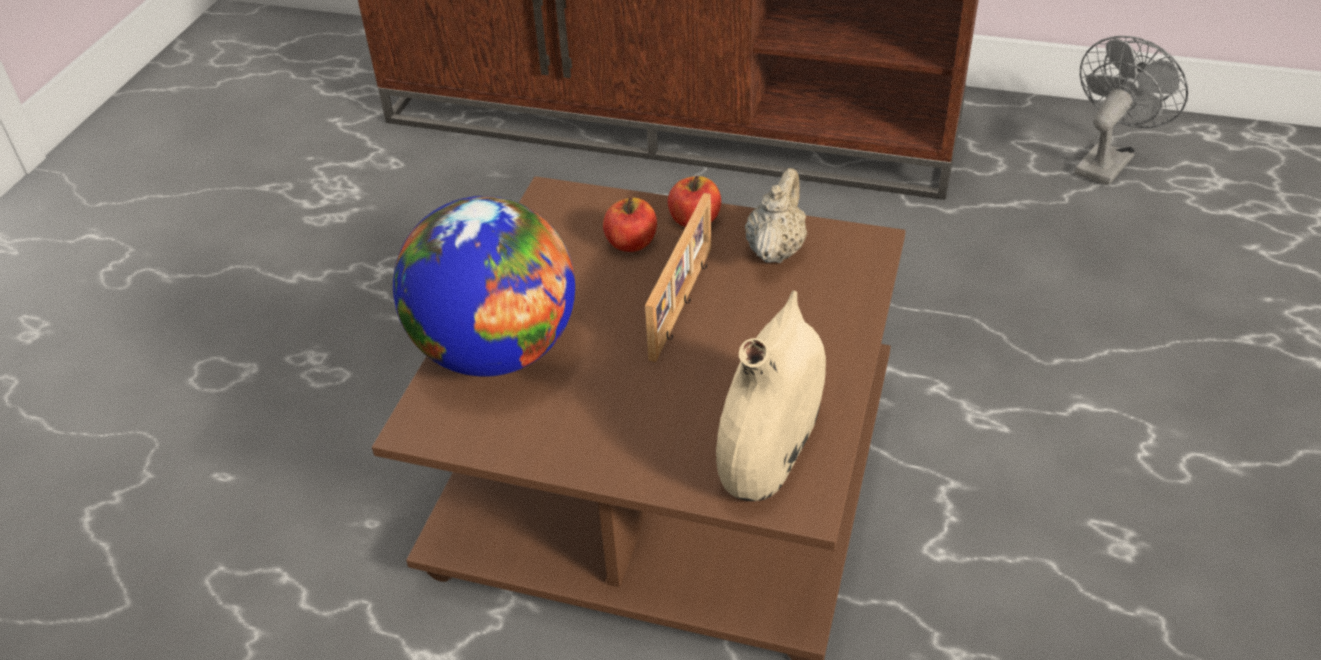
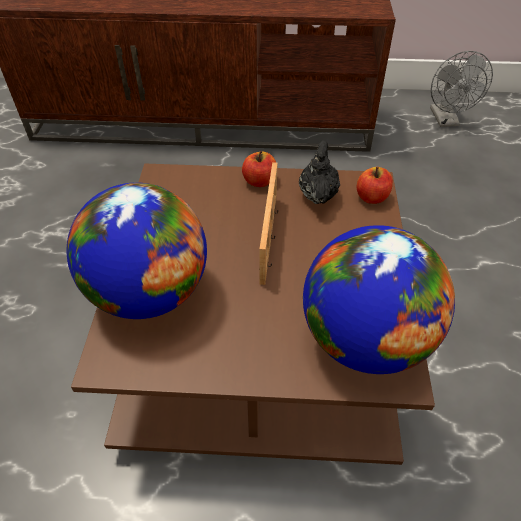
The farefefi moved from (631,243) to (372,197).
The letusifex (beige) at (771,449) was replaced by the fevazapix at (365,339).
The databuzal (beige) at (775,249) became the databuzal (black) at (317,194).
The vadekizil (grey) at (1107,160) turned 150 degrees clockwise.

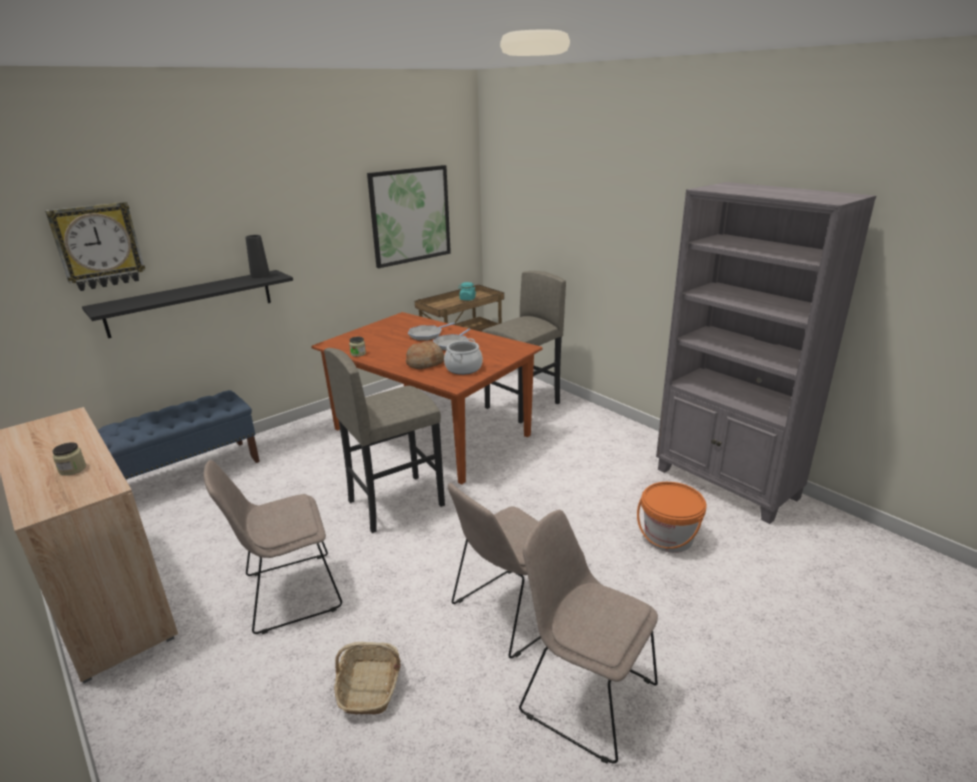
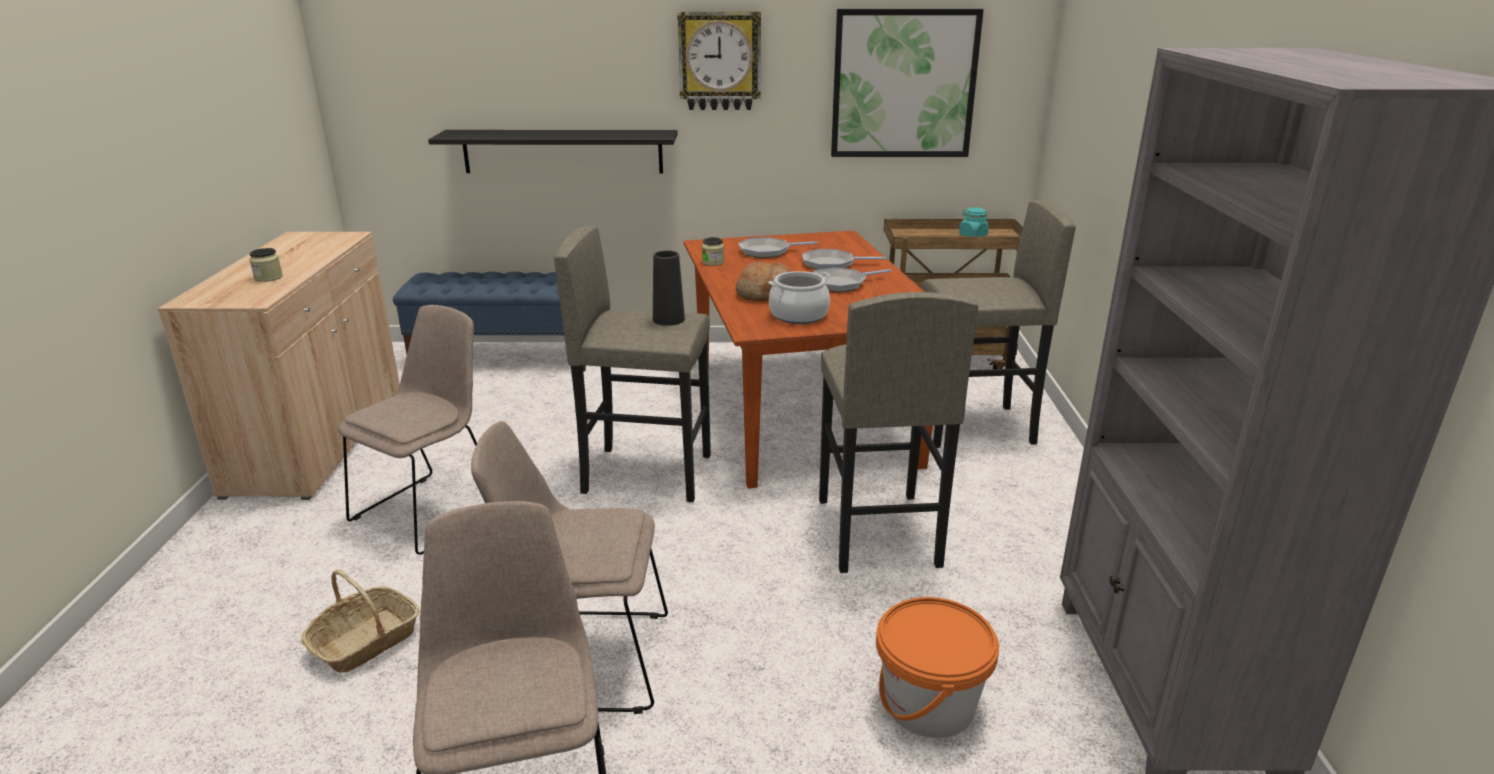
The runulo moved from (98,246) to (720,61).
The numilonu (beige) at (288,593) turned 105 degrees clockwise.
The letusifex (black) moved from (260,275) to (668,319).
The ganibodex at (767,251) appeared.
The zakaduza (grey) at (876,532) appeared.

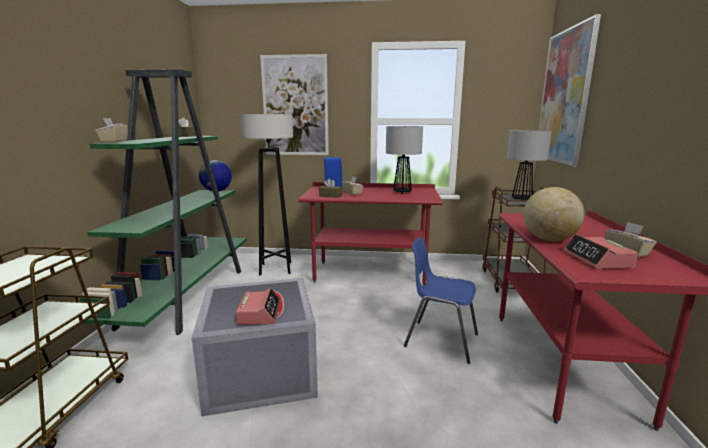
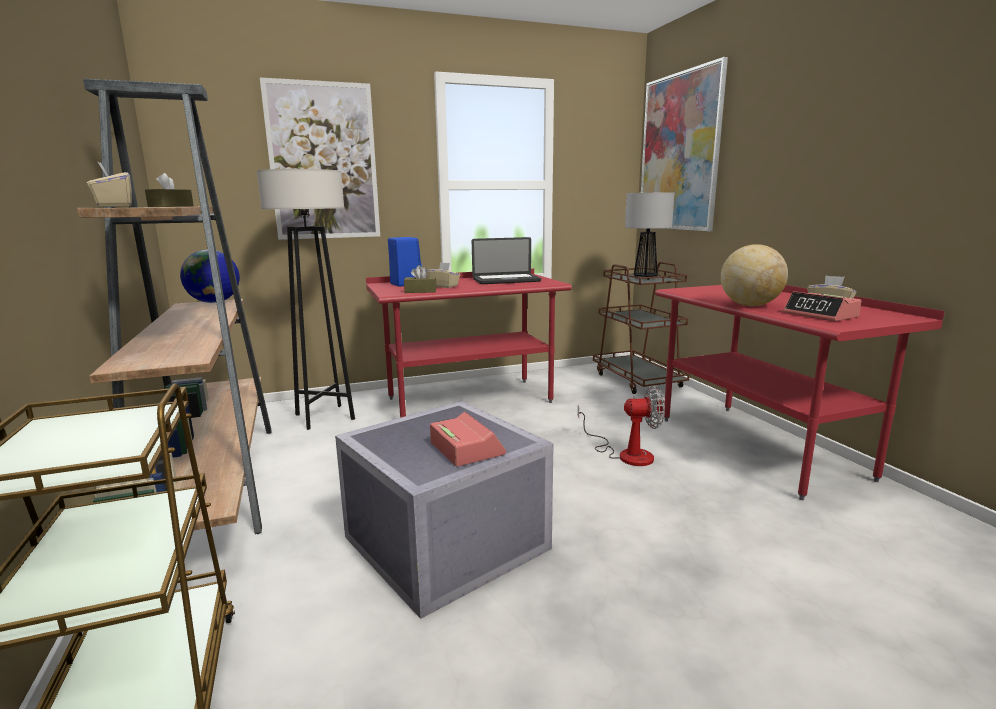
The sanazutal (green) at (187,295) became the sanazutal (brown) at (212,479).
The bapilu at (402,192) was replaced by the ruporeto at (506,280).
The numilonu (blue) at (440,340) was replaced by the vadekizil at (626,454).

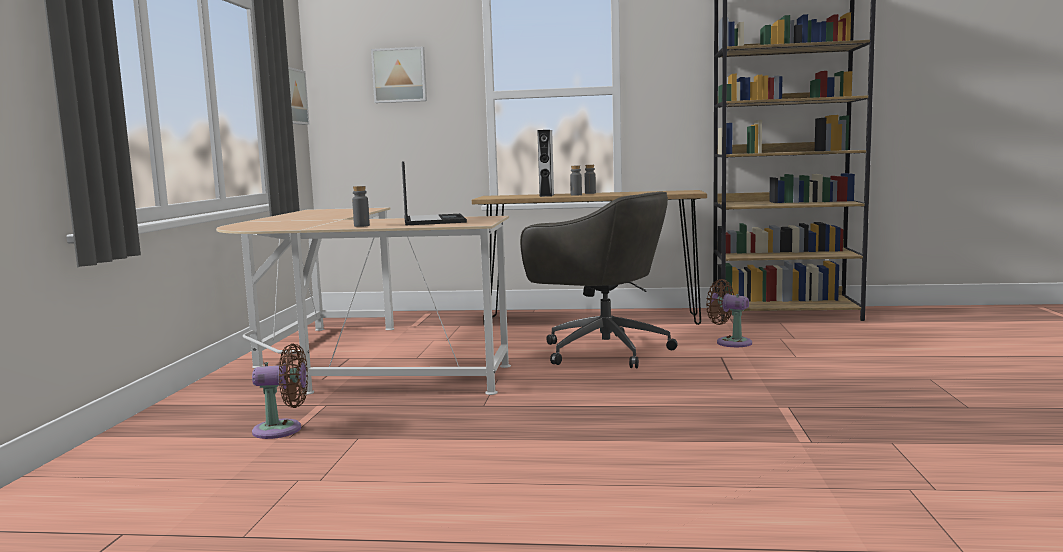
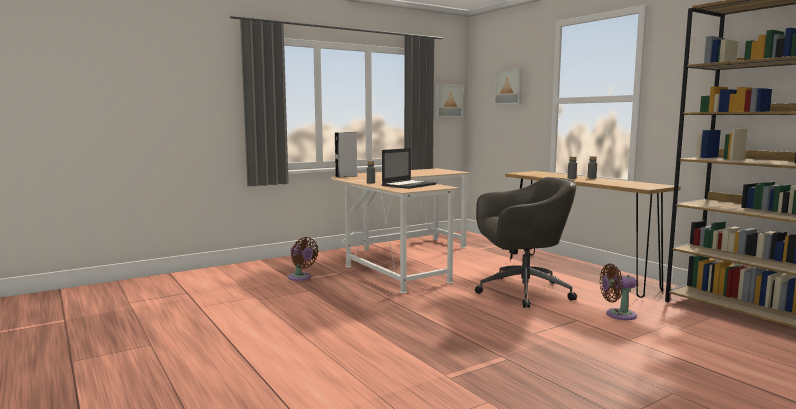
The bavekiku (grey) at (601,351) turned 90 degrees counterclockwise.
The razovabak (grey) moved from (546,195) to (346,176).
The vadekizil (brown) at (730,342) turned 90 degrees counterclockwise.

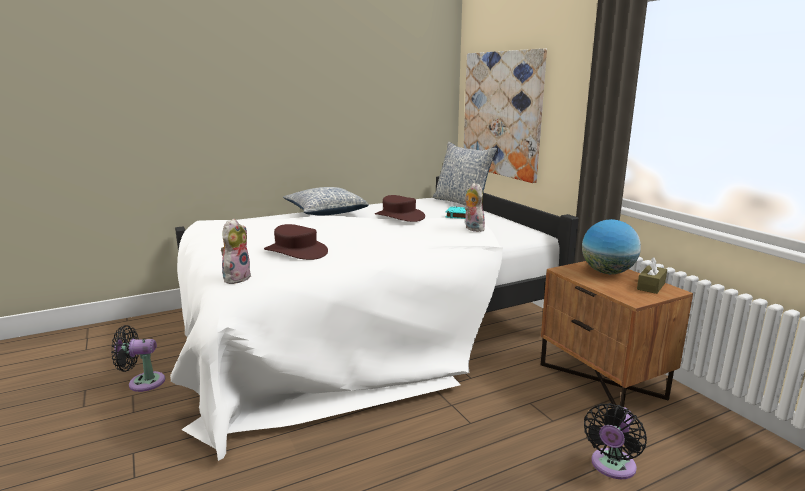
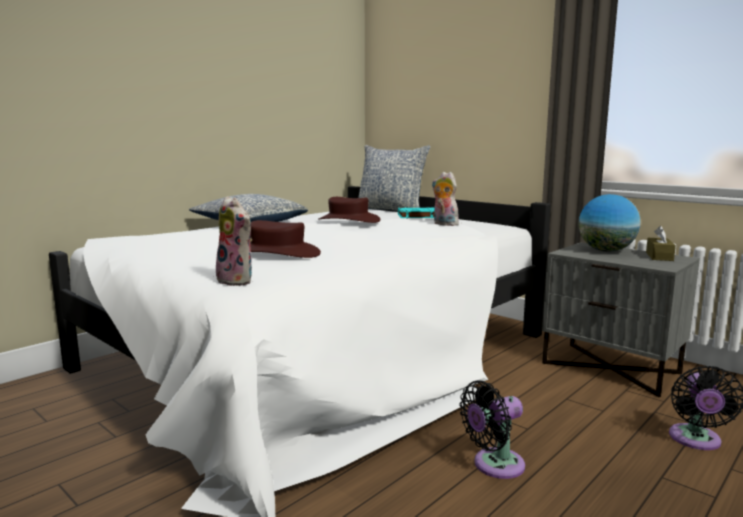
The vadekizil (black) moved from (143,382) to (494,465).
The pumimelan at (236,278) turned 135 degrees clockwise.
The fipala at (501,114) disappeared.
The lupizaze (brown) at (602,381) became the lupizaze (grey) at (611,368).

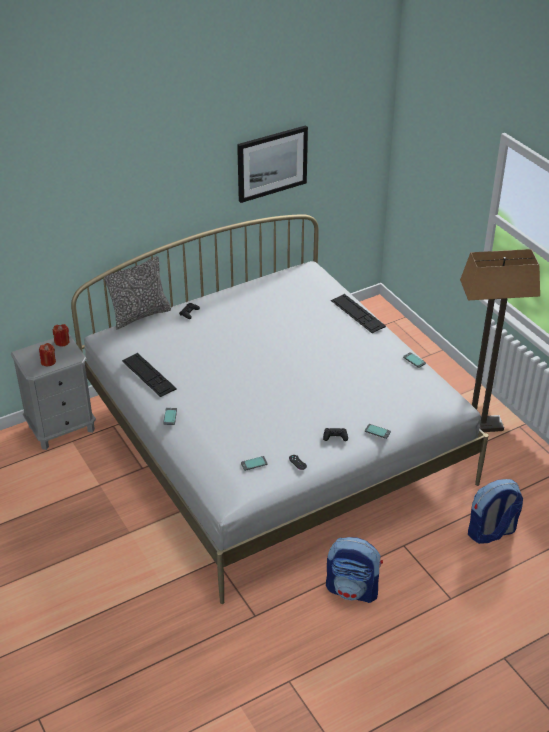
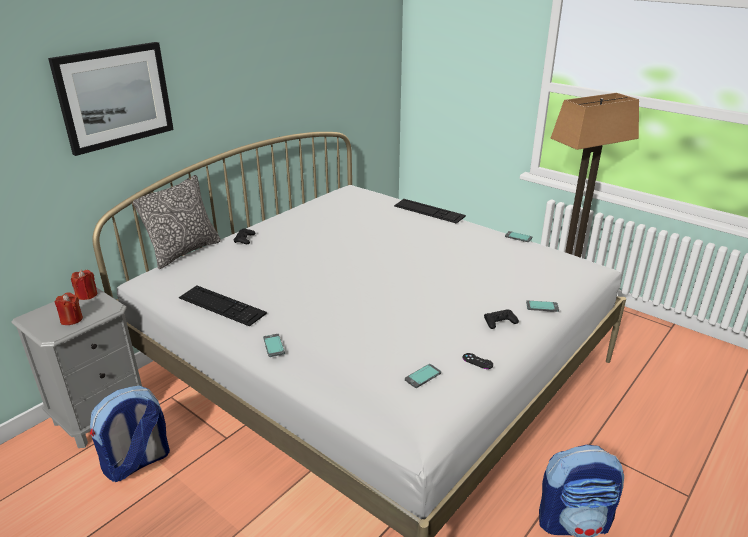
The fipala moved from (272,163) to (115,96).
The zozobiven moved from (491,532) to (137,463).

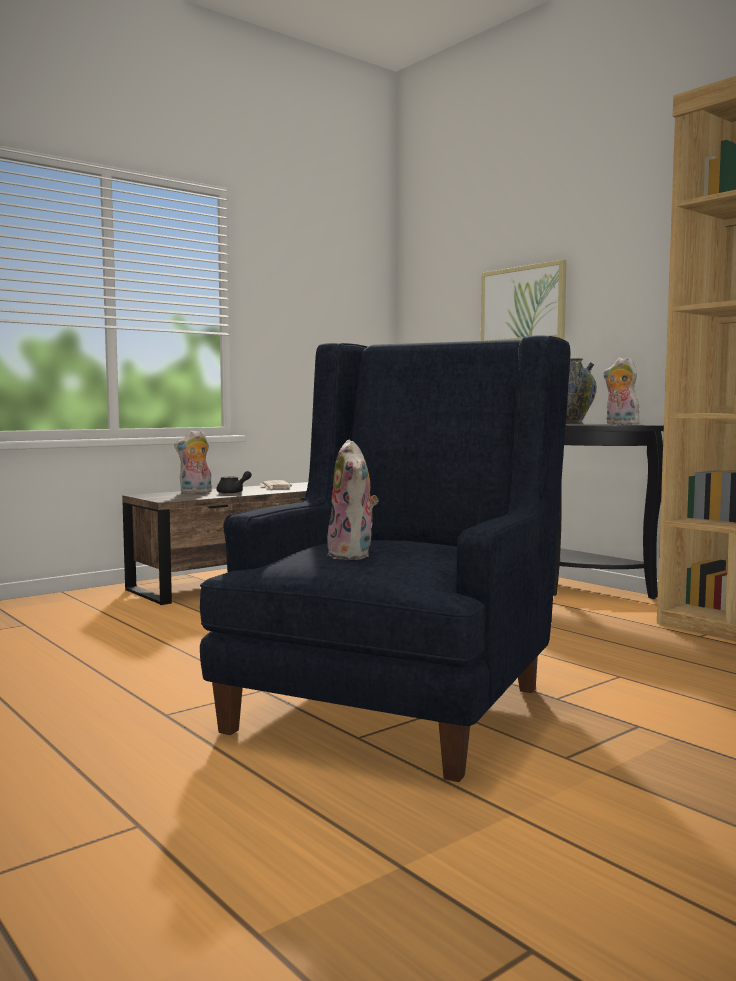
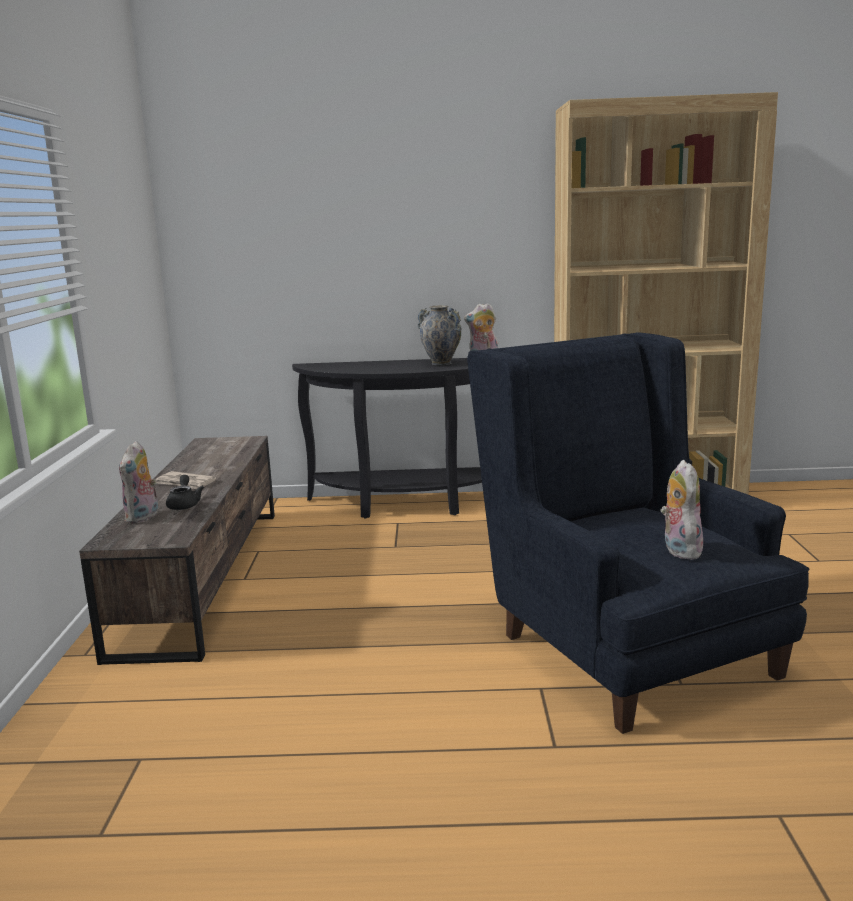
The pumimelan at (353,555) turned 120 degrees counterclockwise.
The fipala at (523,304) disappeared.

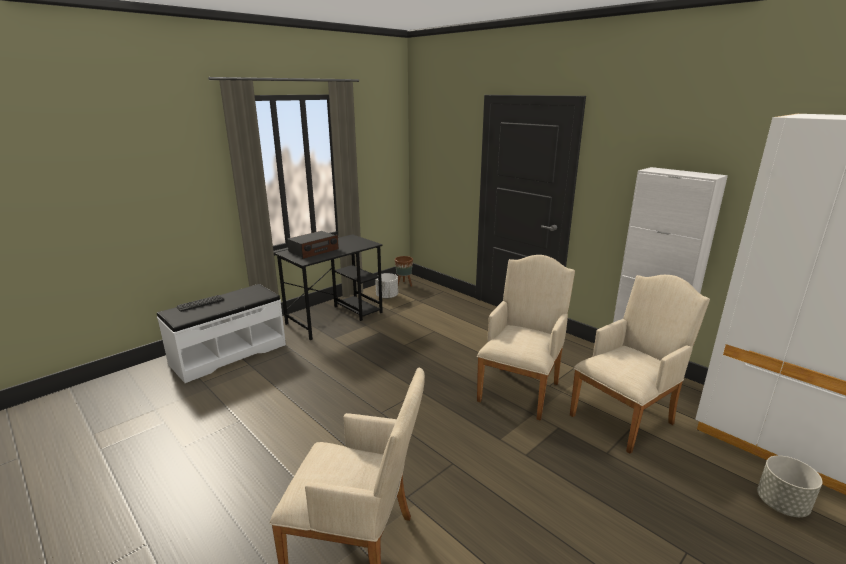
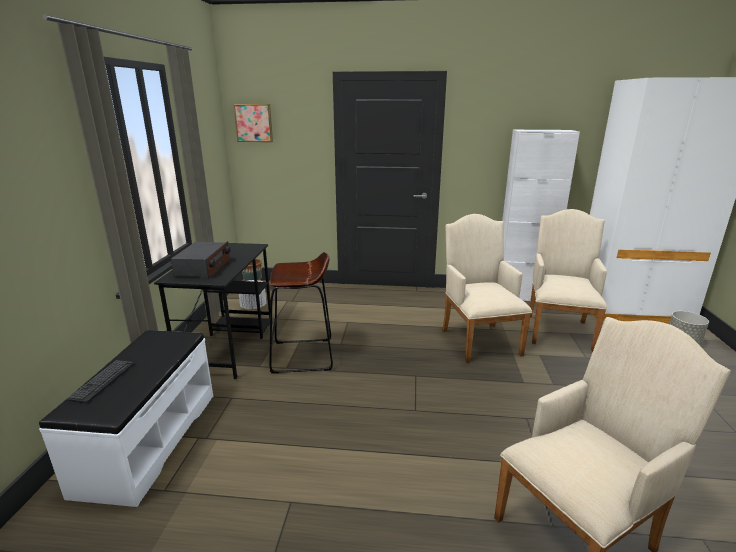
The fipala at (254,123) appeared.
The zakaduza (brown) at (302,355) appeared.

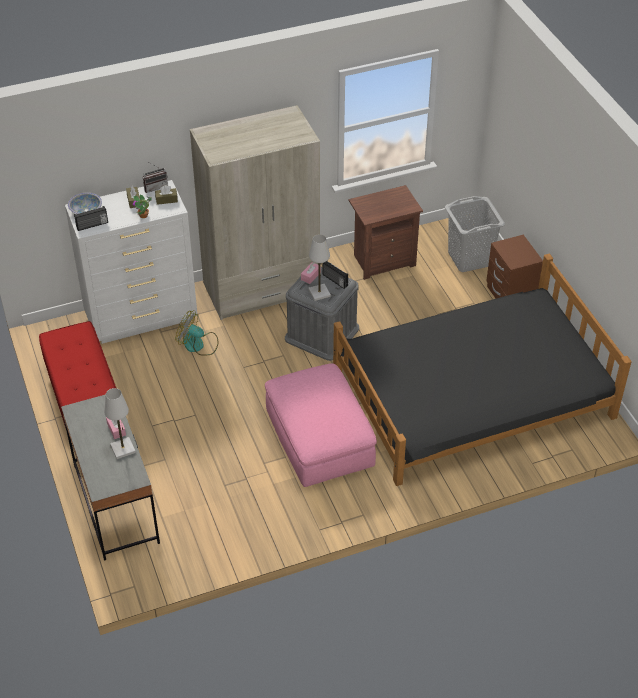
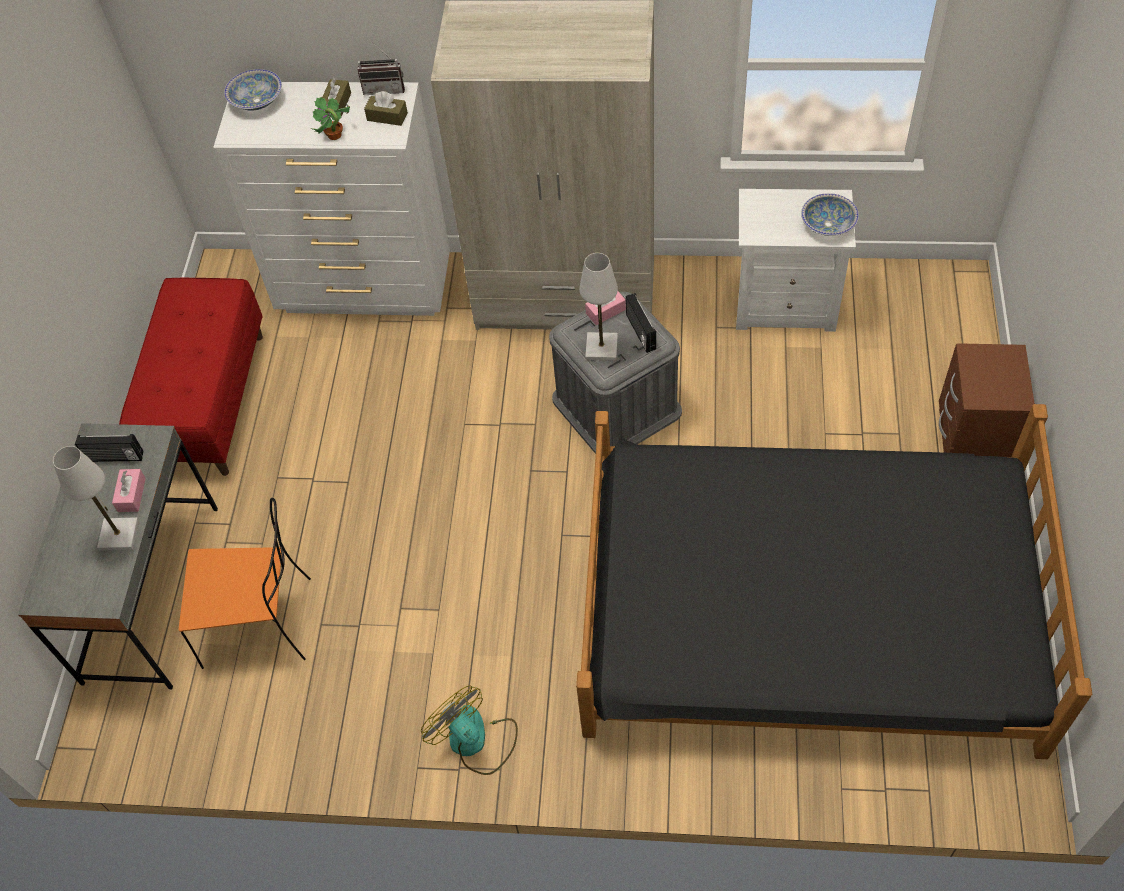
The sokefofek moved from (92,225) to (114,457).
The vadekizil moved from (198,345) to (475,741).
The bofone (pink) at (319,439) disappeared.
The lupizaze (brown) at (383,260) became the lupizaze (white) at (785,304).
The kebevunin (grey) at (469,258) disappeared.
The numilonu (orange) at (261,622) appeared.
The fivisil at (828,224) appeared.

